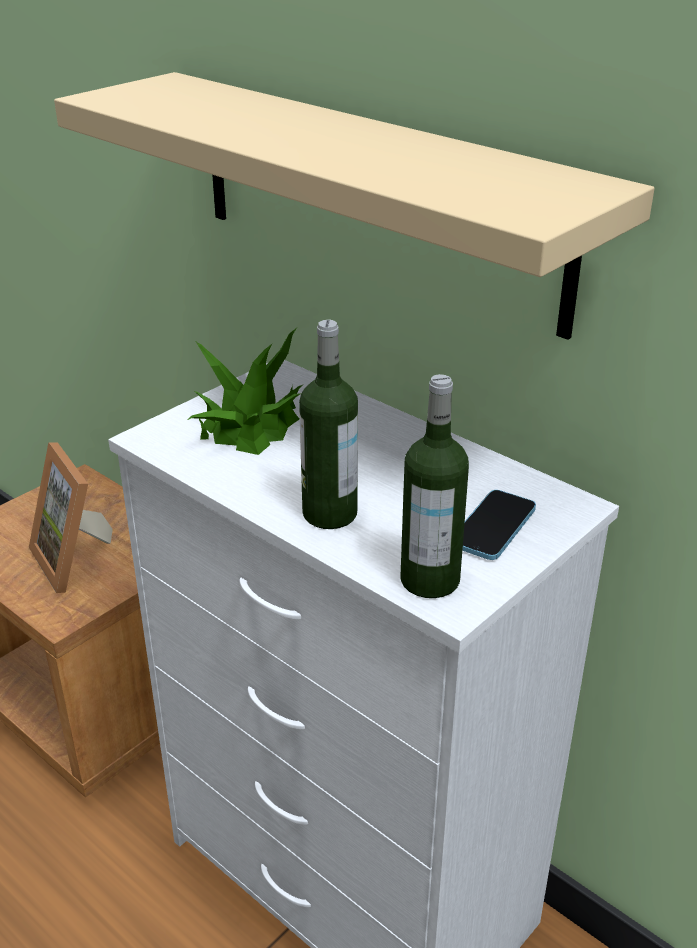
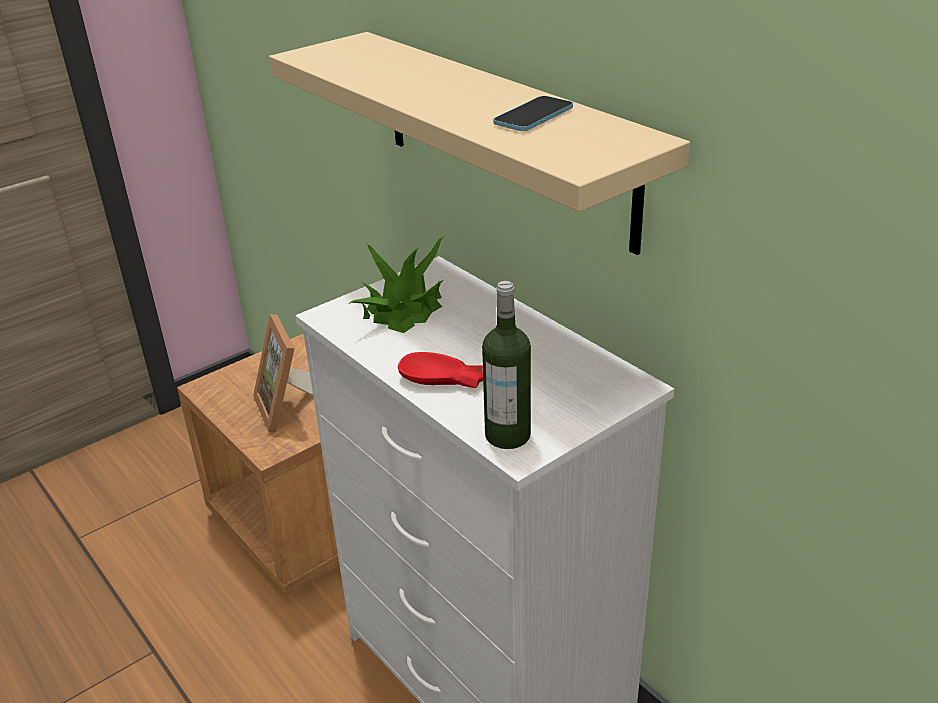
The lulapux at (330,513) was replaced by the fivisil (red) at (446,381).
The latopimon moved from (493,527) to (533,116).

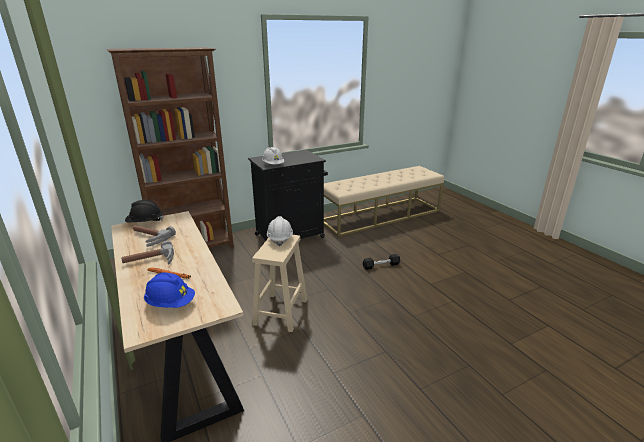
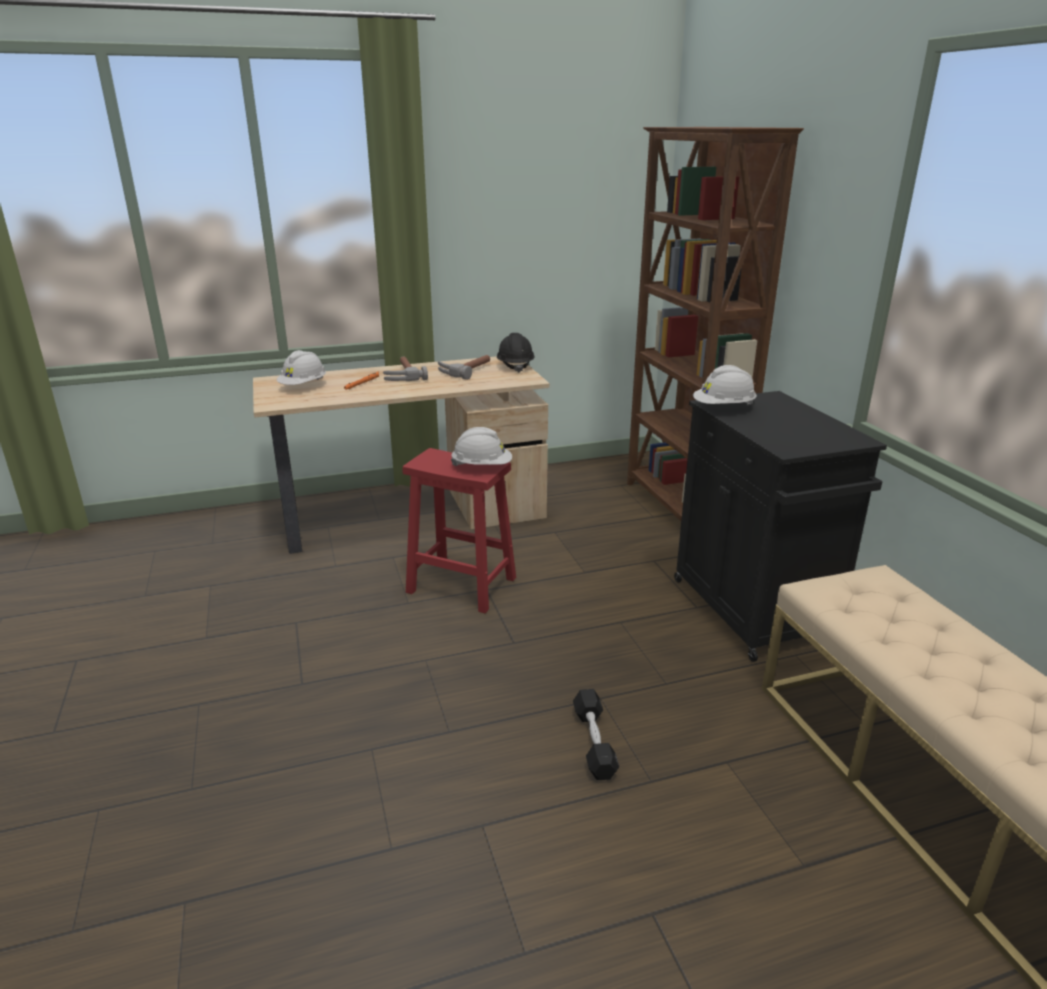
The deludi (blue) at (171,303) became the deludi (white) at (303,386).
The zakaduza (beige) at (280,313) became the zakaduza (red) at (460,585).

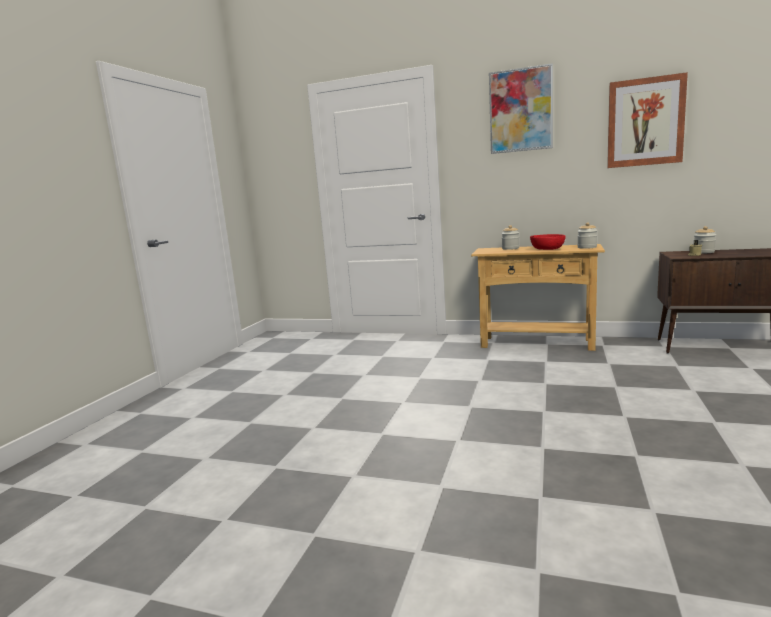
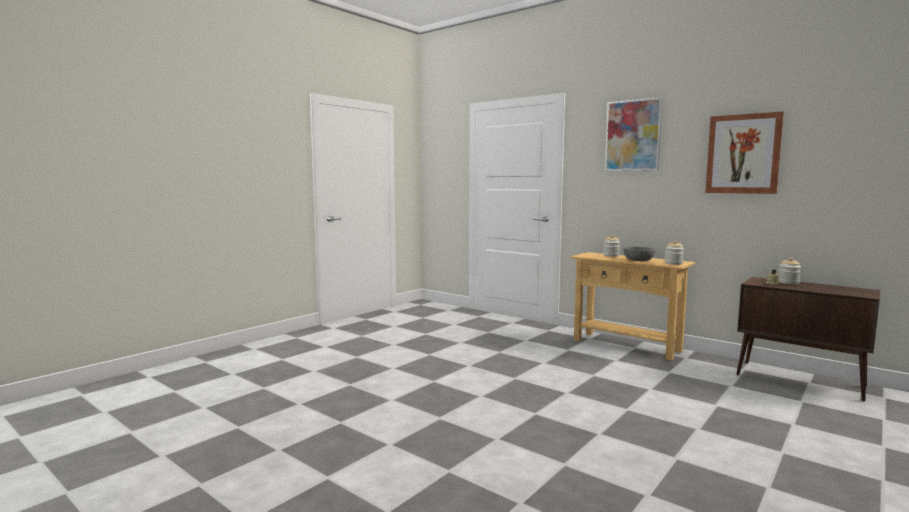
The fivisil (red) at (547,249) became the fivisil (grey) at (638,260).

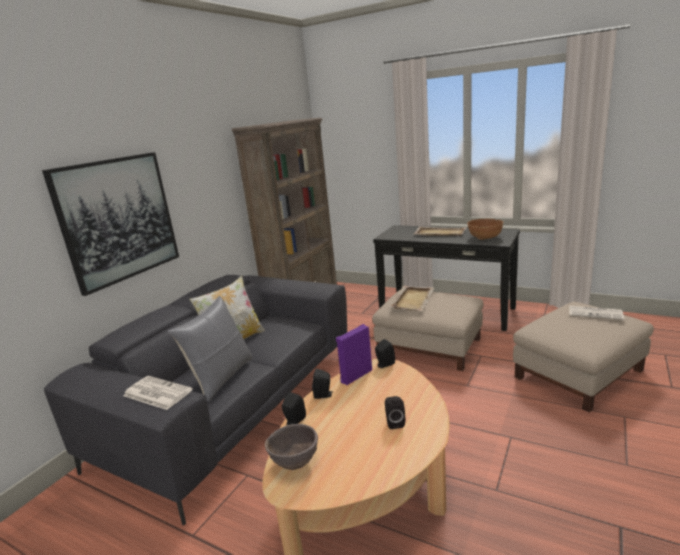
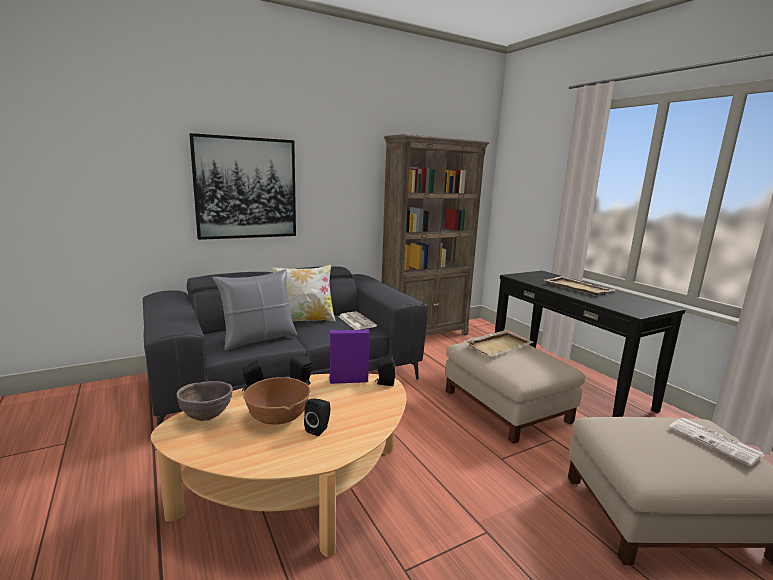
The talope moved from (156,393) to (356,321).
The fivisil (brown) moved from (485,237) to (278,417).

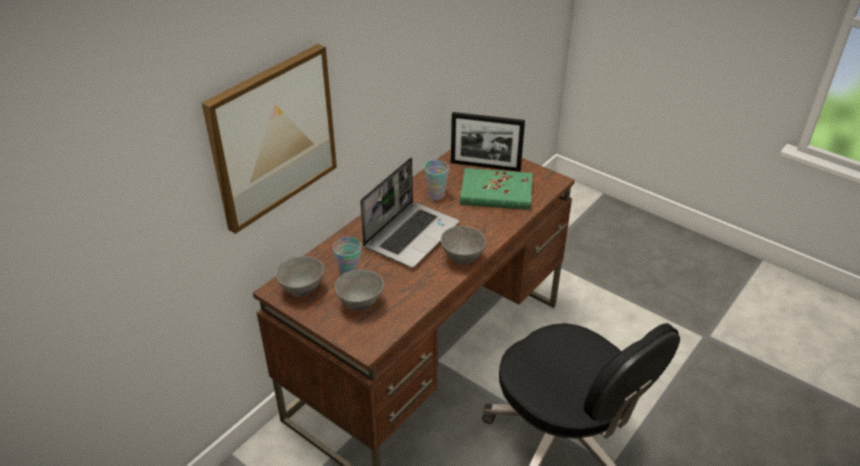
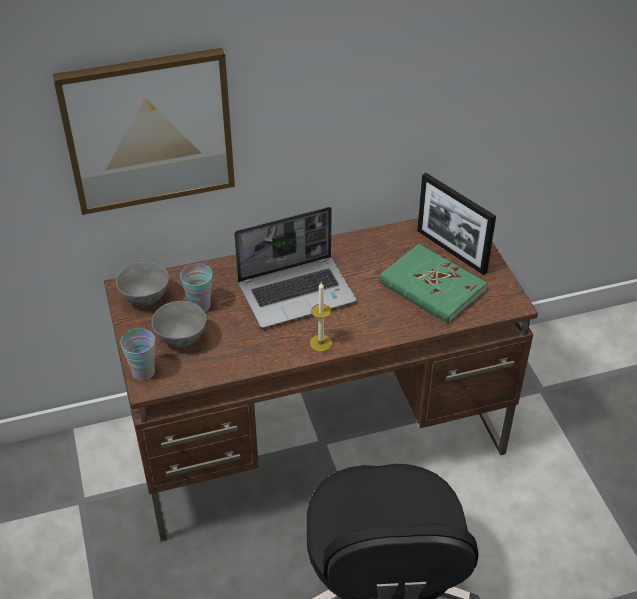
The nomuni moved from (436,195) to (143,372).
The fivisil (grey) at (462,259) was replaced by the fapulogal at (321,343).

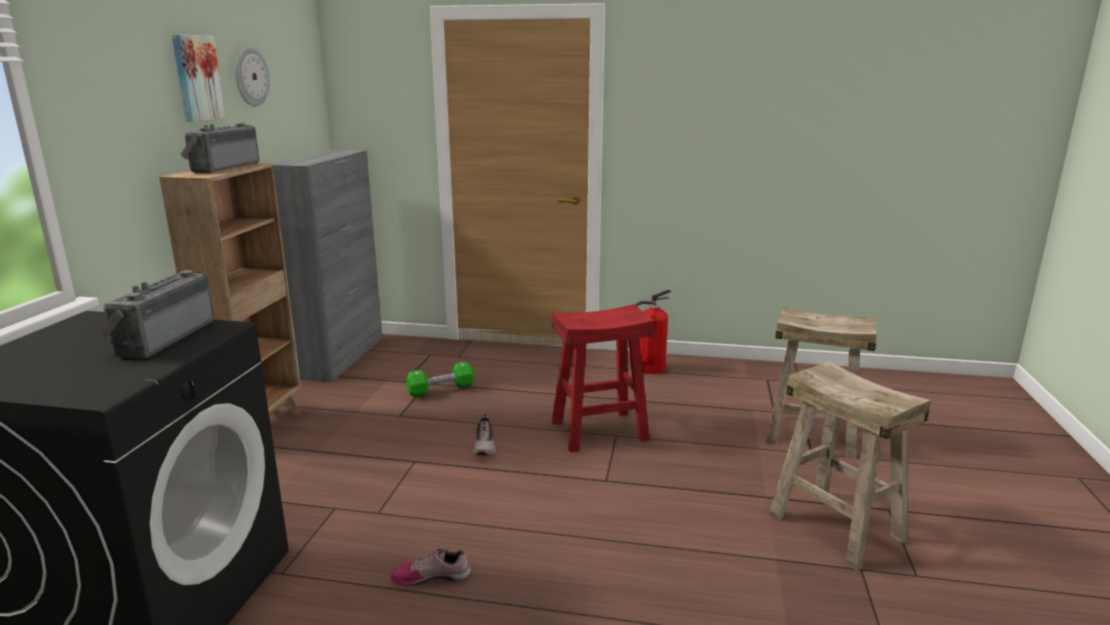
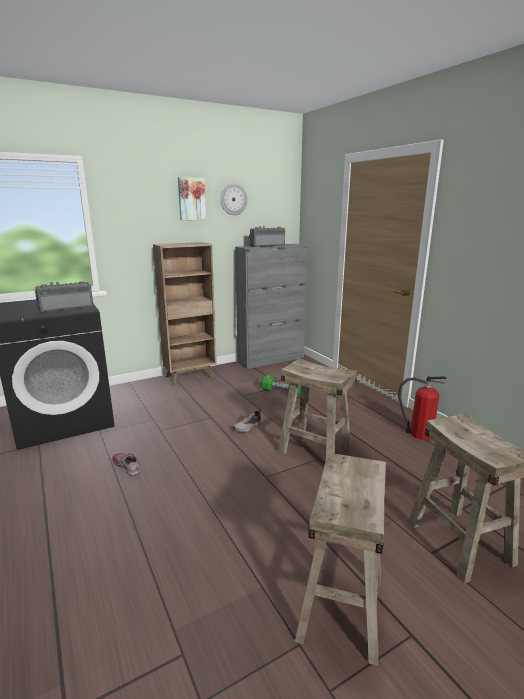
The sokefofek moved from (223,167) to (266,246).
The zakaduza (red) at (599,431) became the zakaduza (beige) at (314,451).

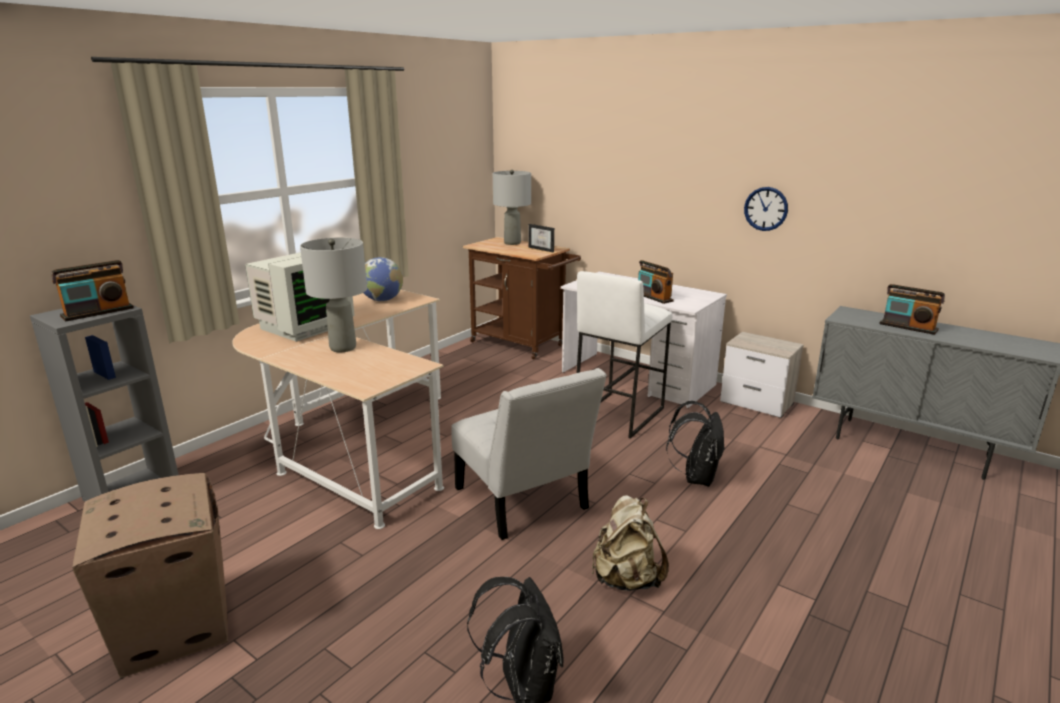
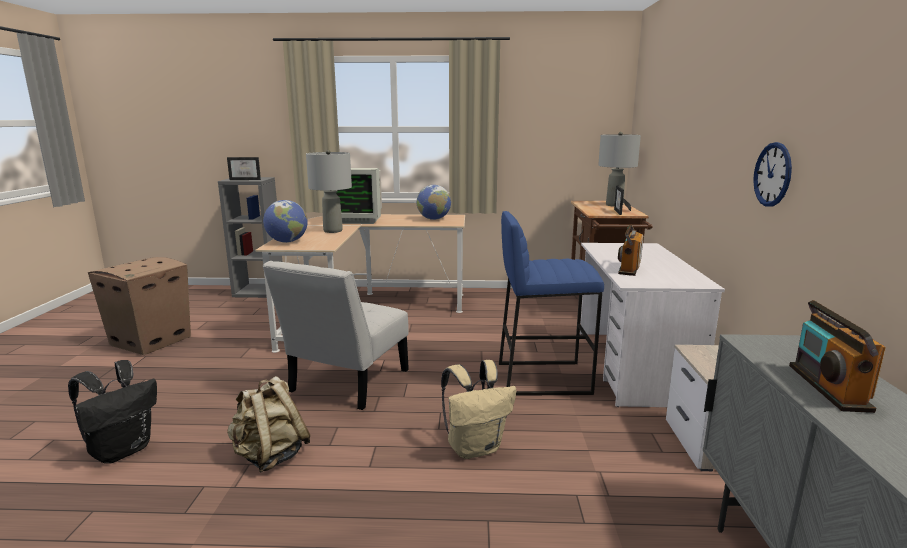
The sokefofek at (98,312) was replaced by the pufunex at (246,179).
The zakaduza (white) at (618,414) became the zakaduza (blue) at (543,377).
The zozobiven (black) at (696,477) became the zozobiven (beige) at (475,447).
The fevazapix at (287,242) appeared.

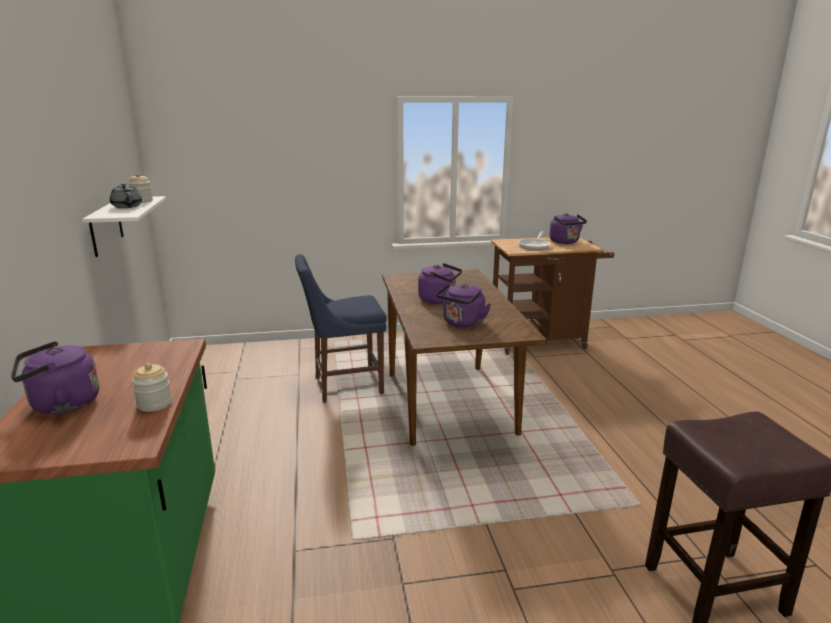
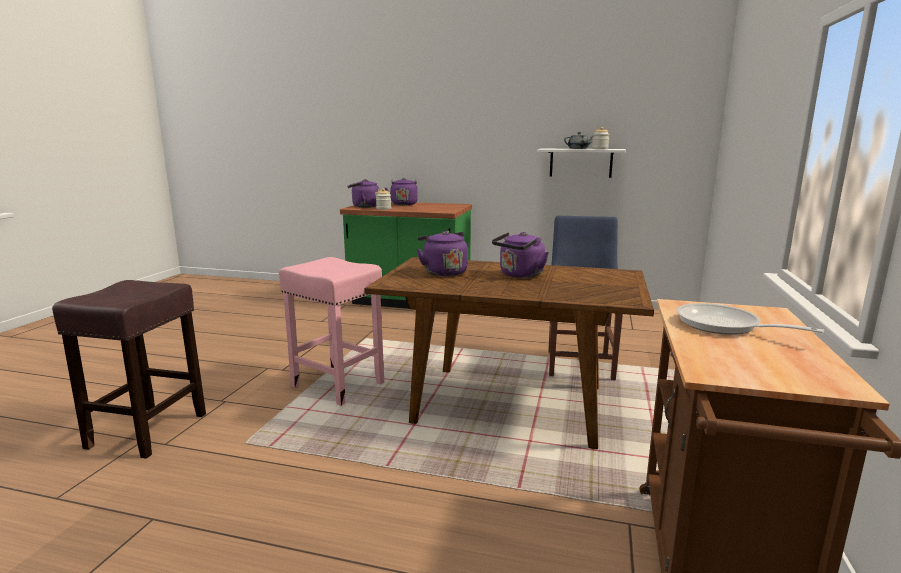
The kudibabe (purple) moved from (565,242) to (364,206).
The zakaduza (pink) at (336,385) appeared.

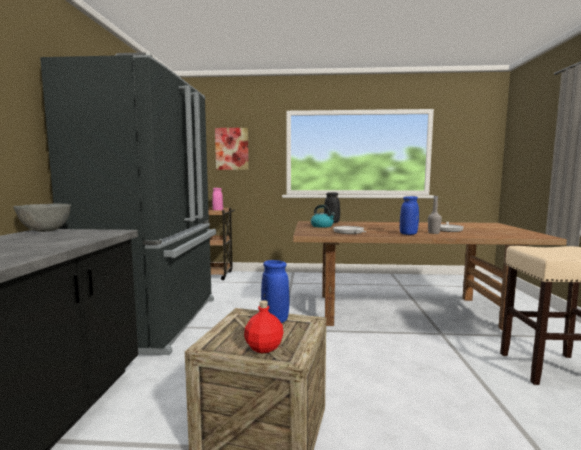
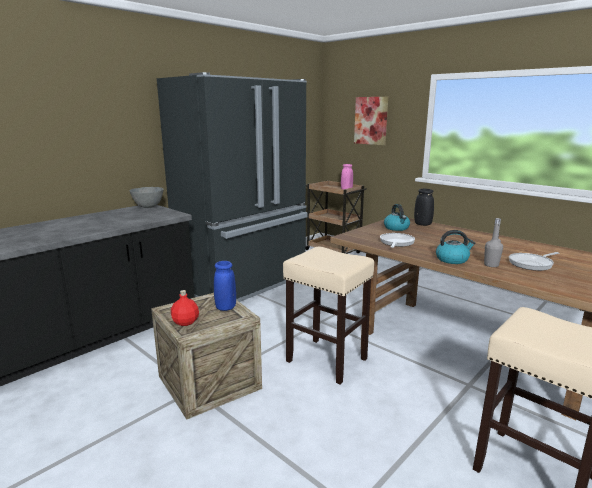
The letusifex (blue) at (408,234) was replaced by the kudibabe at (452,259).
The zakaduza (beige) at (325,360) appeared.

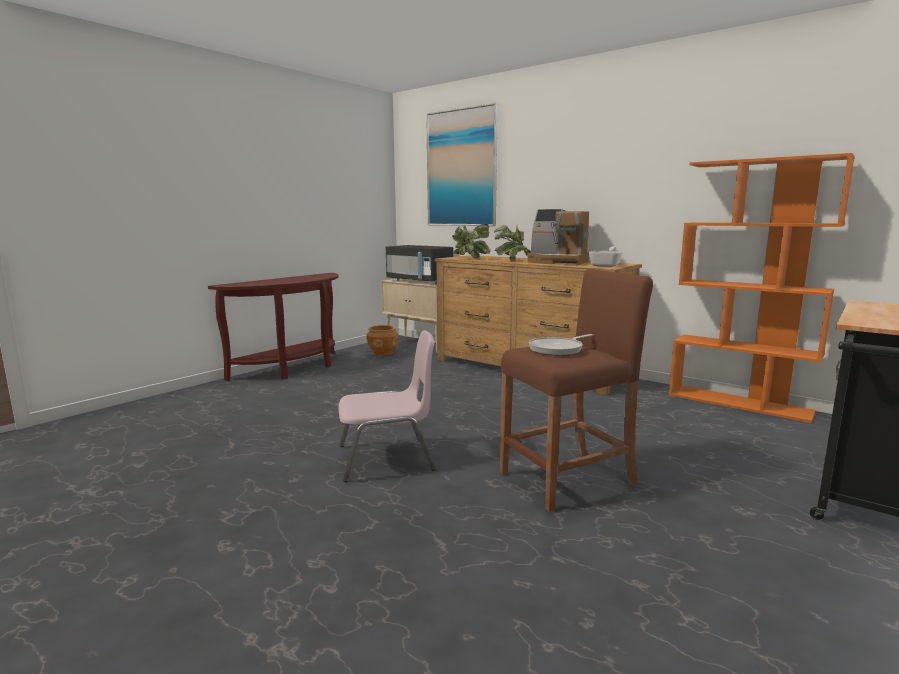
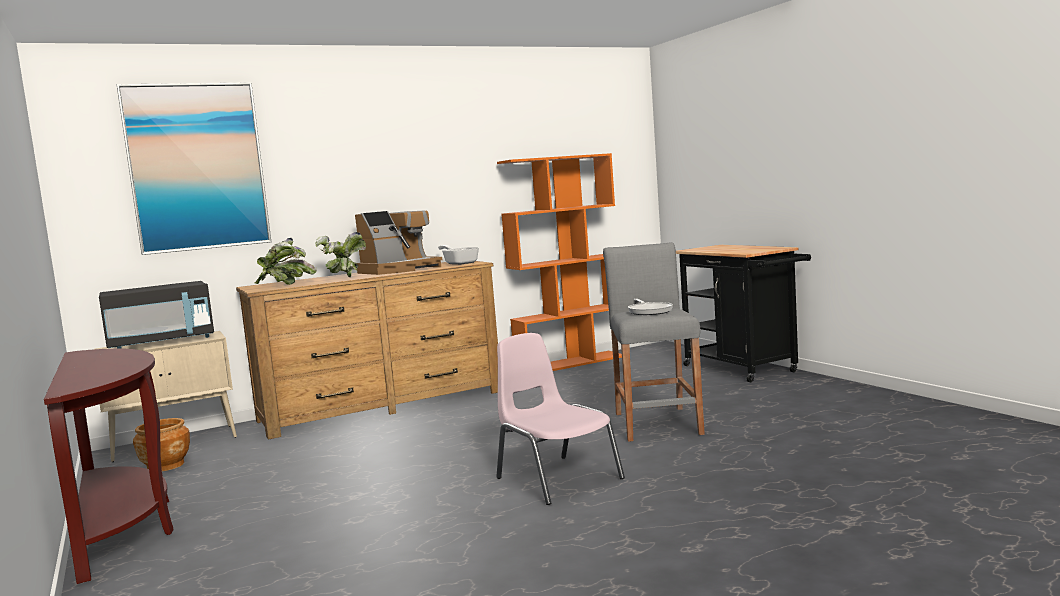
The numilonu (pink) at (387,458) turned 45 degrees counterclockwise.
The zakaduza (brown) at (567,479) became the zakaduza (grey) at (657,423).

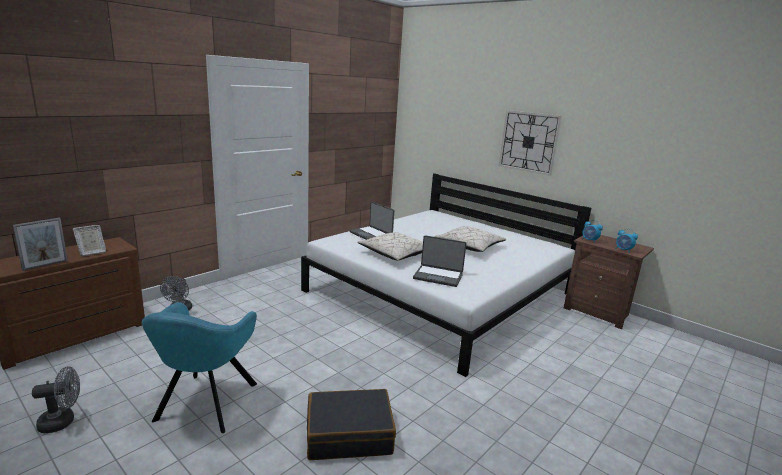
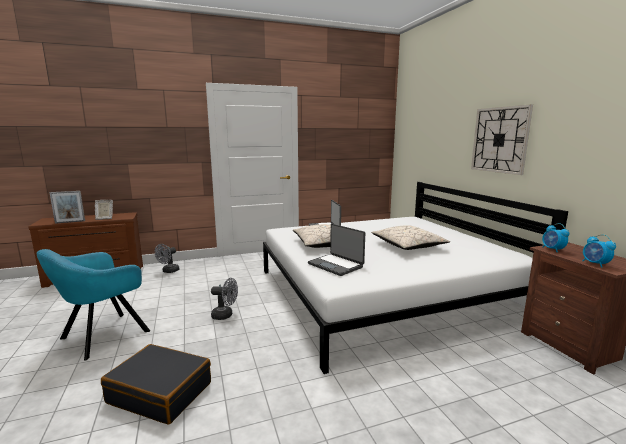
The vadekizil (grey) moved from (62,421) to (225,315).

